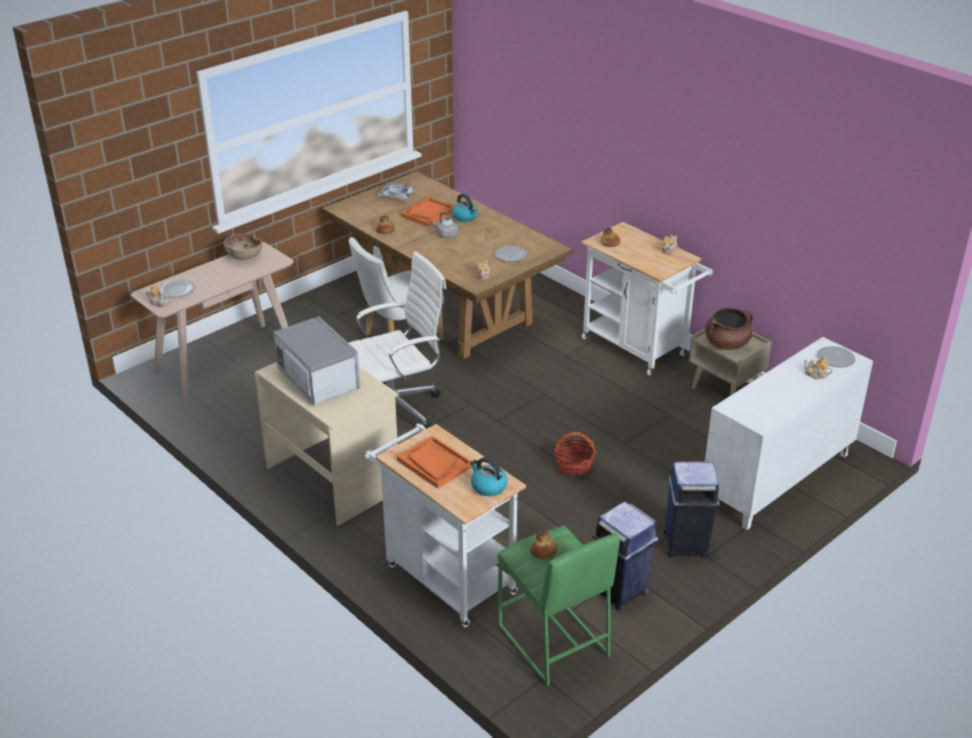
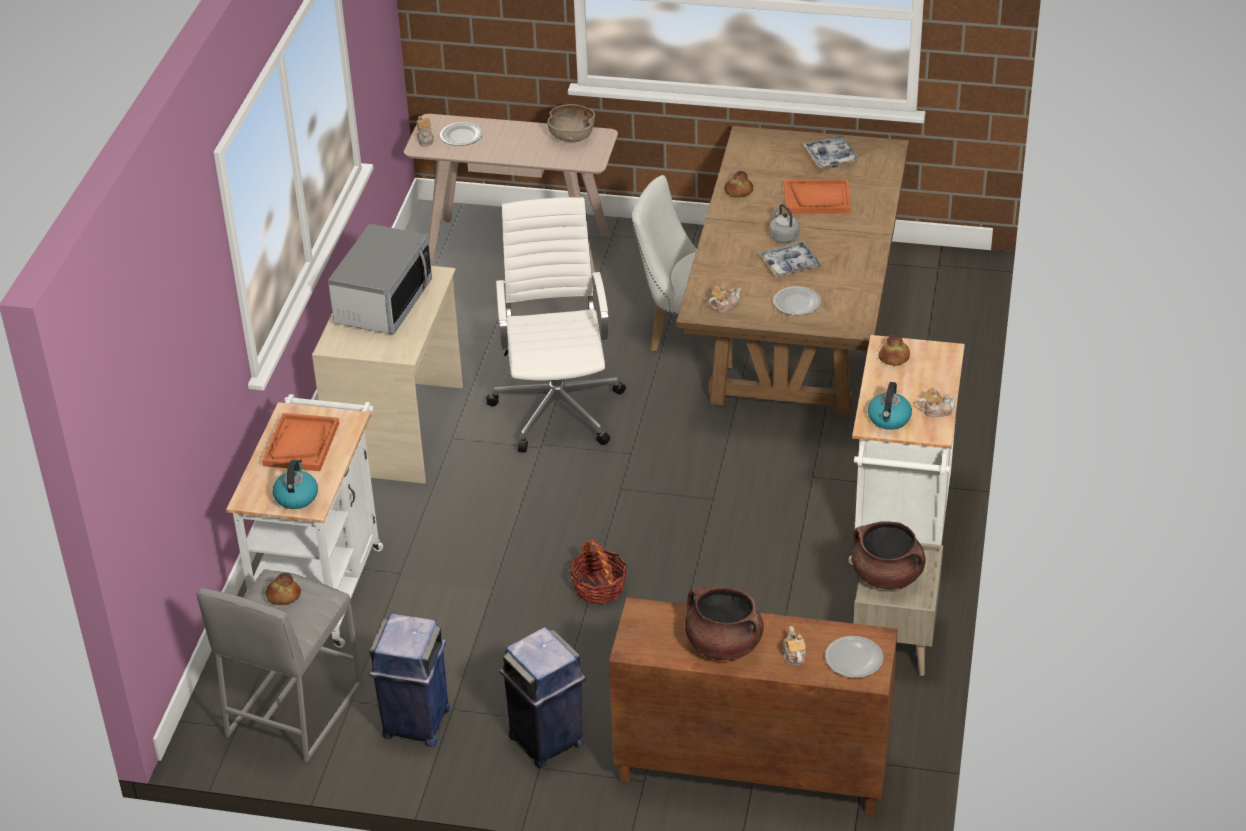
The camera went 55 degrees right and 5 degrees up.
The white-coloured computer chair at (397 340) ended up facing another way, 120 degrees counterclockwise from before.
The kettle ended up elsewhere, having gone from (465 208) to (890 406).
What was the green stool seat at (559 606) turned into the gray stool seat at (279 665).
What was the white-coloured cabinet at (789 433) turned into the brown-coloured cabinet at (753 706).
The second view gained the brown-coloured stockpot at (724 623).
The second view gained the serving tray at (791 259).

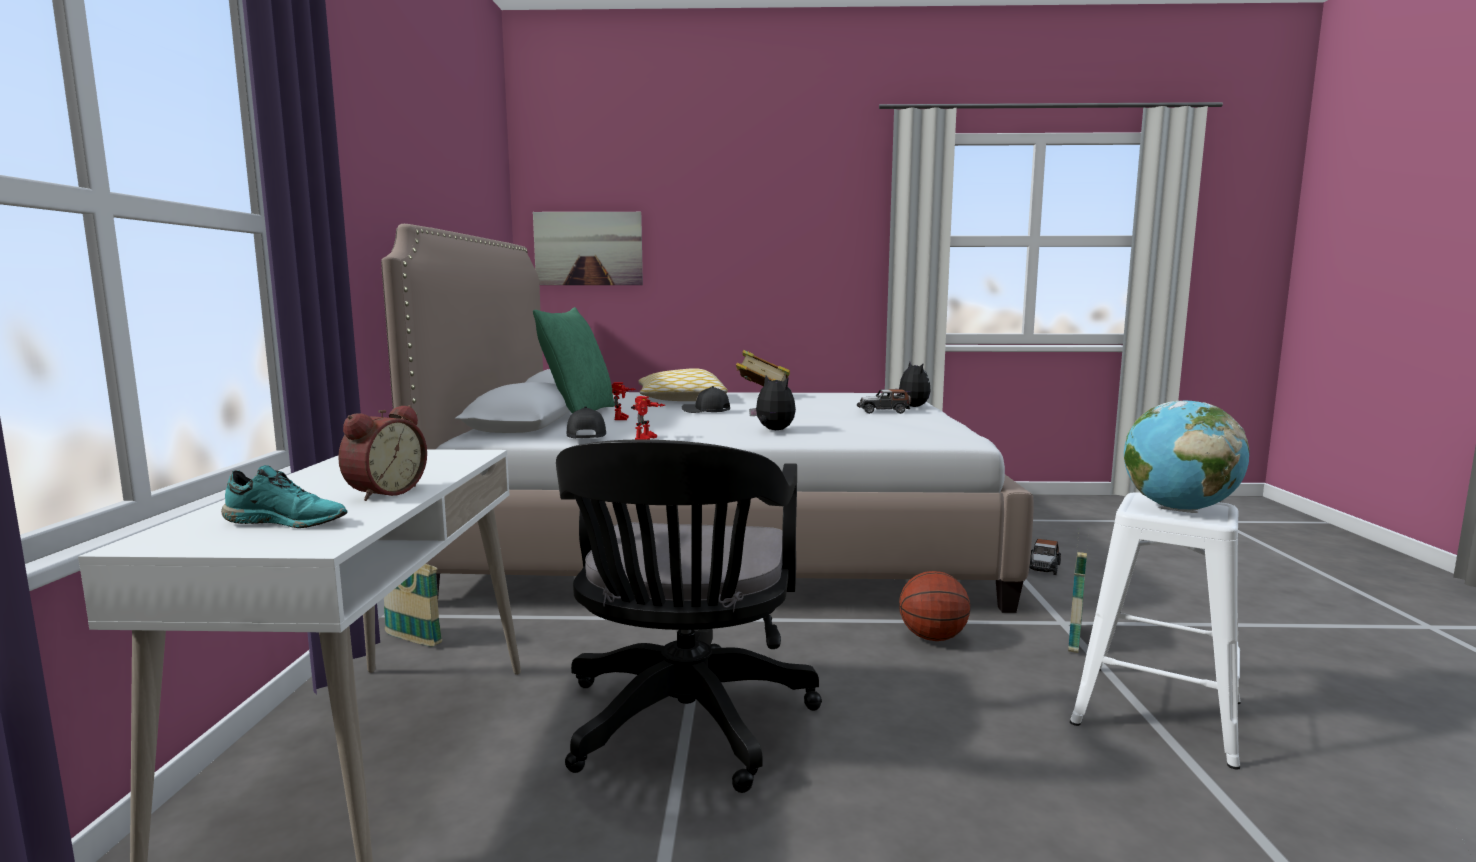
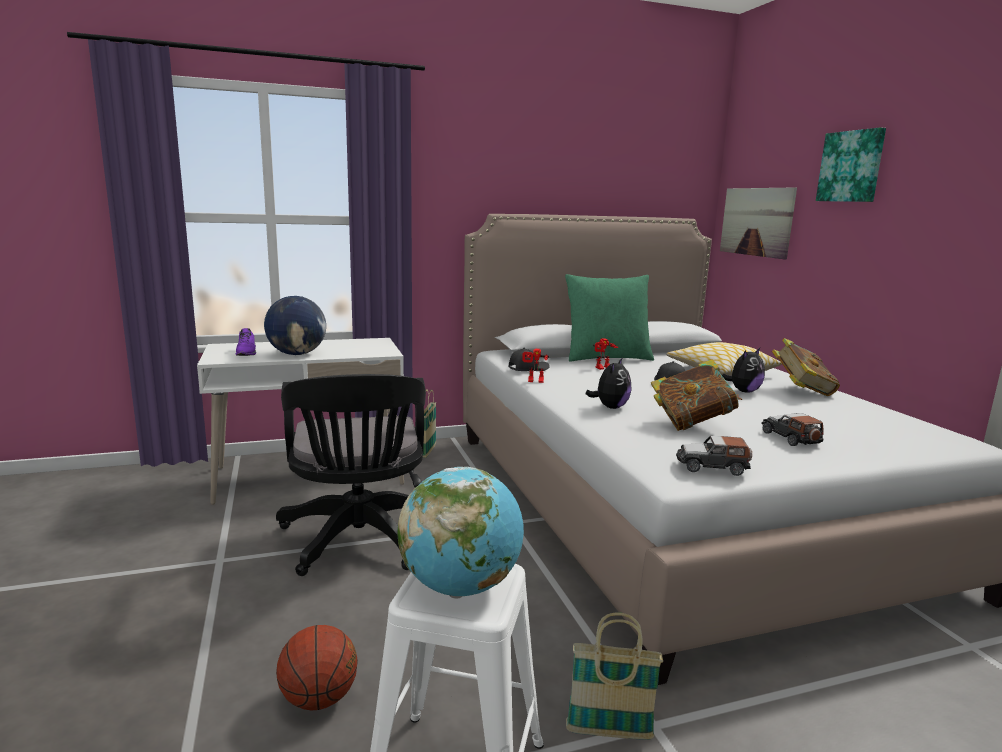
The camera went 70 degrees right and 5 degrees up.
What was the blue-green item of footwear at (284 496) turned into the purple-coloured item of footwear at (246 342).
Where the alarm clock stood at (382 453), the world globe came to stand at (295 325).
The black-coloured computer chair at (689 616) ended up facing another way, 90 degrees counterclockwise from before.
The soft toy ended up elsewhere, having gone from (913 384) to (743 370).
The basketball ended up elsewhere, having gone from (934 606) to (317 667).
The miniature car ended up elsewhere, having gone from (1045 557) to (714 456).
The second view gained the book at (696 395).
The second view gained the picture at (851 164).

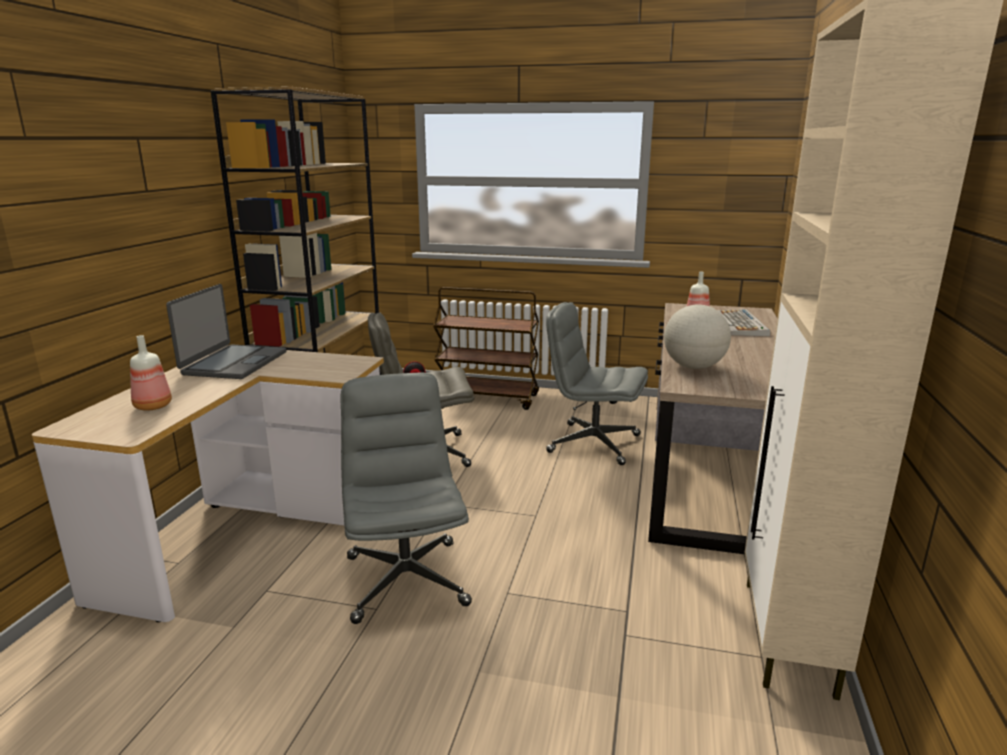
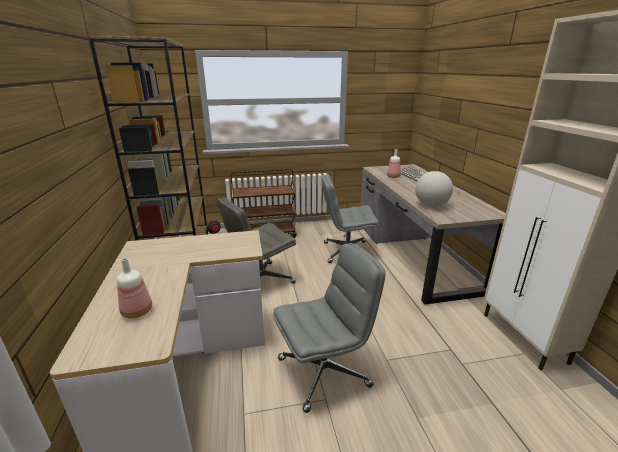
The camera went 25 degrees left and 5 degrees up.
The second view lost the portable computer at (226 331).
The gray computer chair at (406 498) ended up facing another way, 105 degrees clockwise from before.

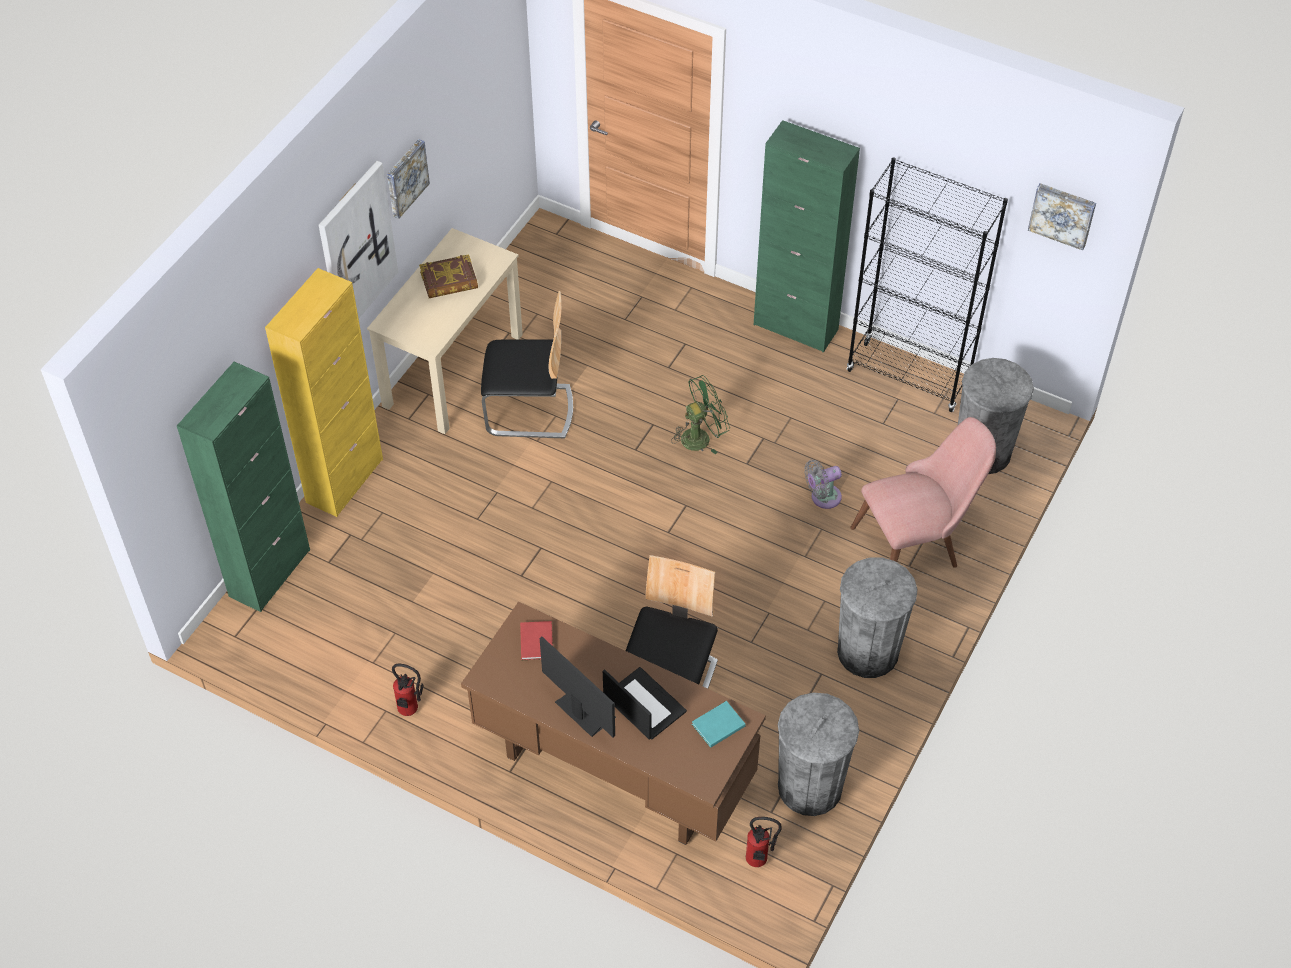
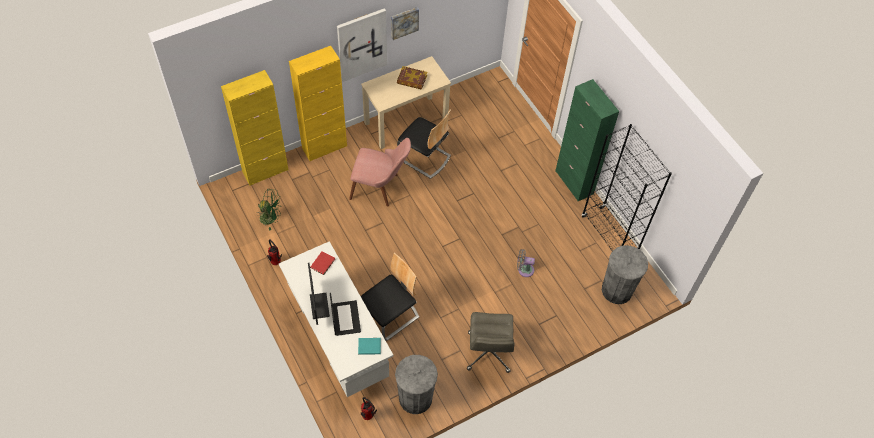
The camera went 30 degrees right and 5 degrees up.
What was the green cabinet at (243 487) turned into the yellowish cabinet at (255 128).
What was the brown-coloured desk table at (613 723) turned into the white-coloured desk table at (336 319).
The green electric fan ended up elsewhere, having gone from (700 414) to (269 209).
Where the gray trash can stood at (877 617), the gray computer chair came to stand at (491 342).
The pink-coloured plain chair ended up elsewhere, having gone from (923 492) to (380 172).
The second view lost the picture at (1062 216).

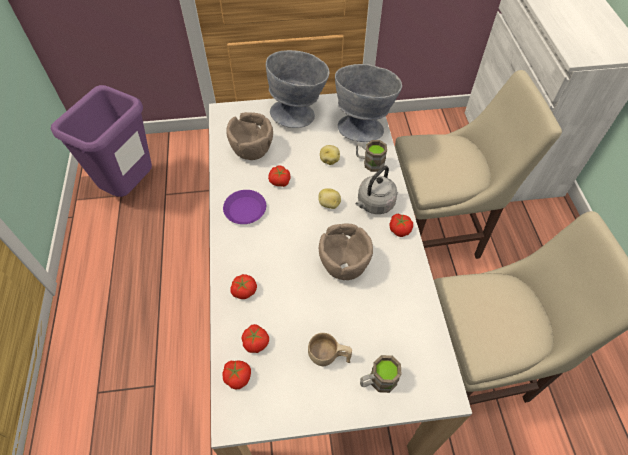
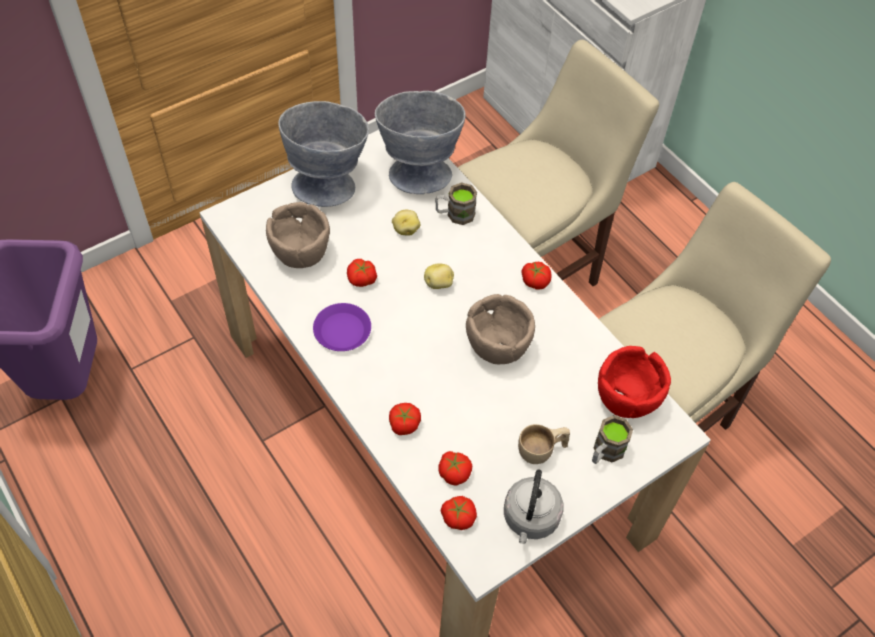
The camera went 30 degrees left and 0 degrees up.
The gray kettle ended up elsewhere, having gone from (377 190) to (533 506).
The second view gained the red serving bowl at (634 382).

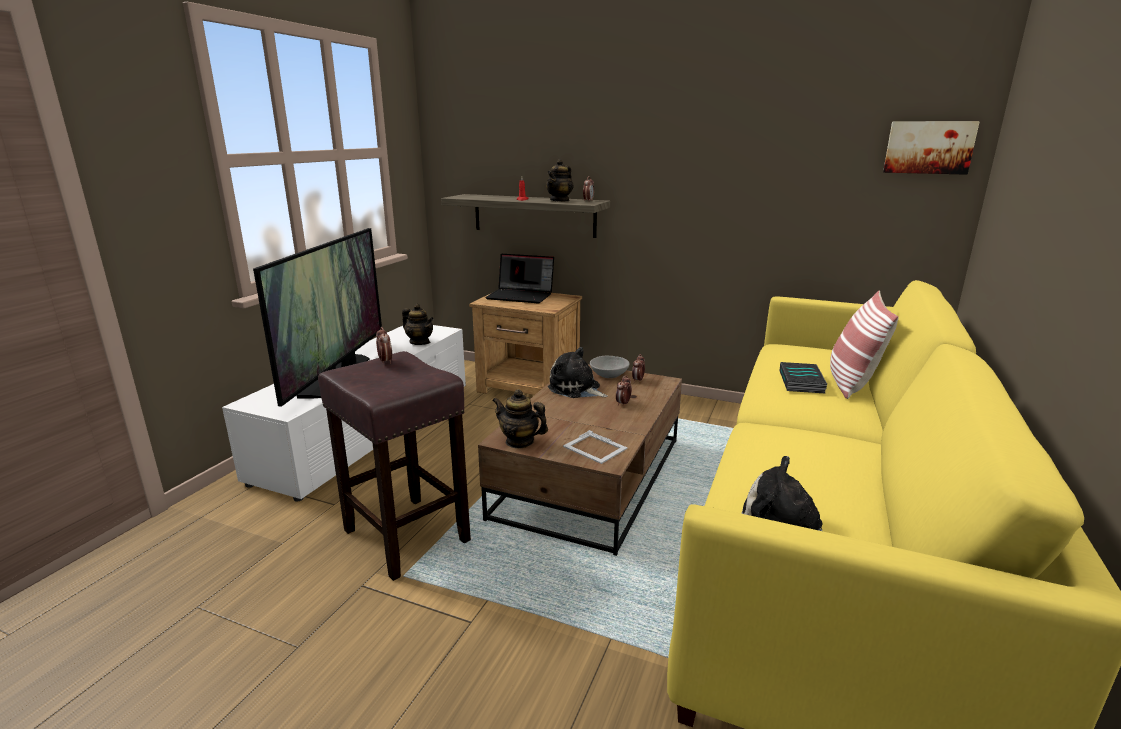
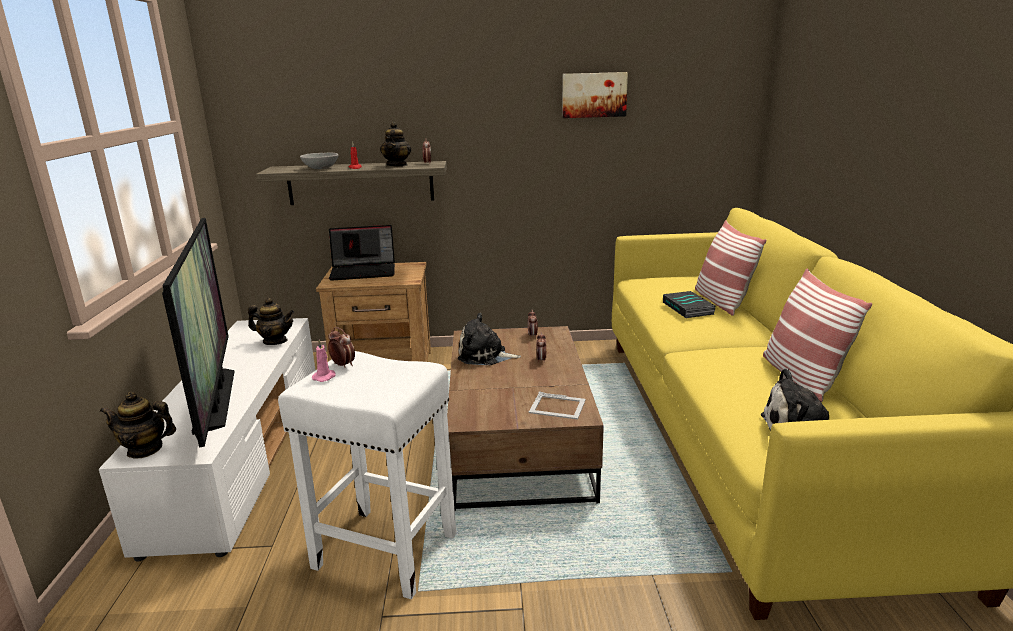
The camera went 25 degrees left and 0 degrees up.
What was the brown-coloured stool seat at (394 466) turned into the white-coloured stool seat at (367 475).
The pot for tea ended up elsewhere, having gone from (520 419) to (138 425).
The gray serving bowl ended up elsewhere, having gone from (609 367) to (319 161).
The picture ended up elsewhere, having gone from (931 148) to (595 95).
The second view gained the pink-coloured wax candle at (324 360).
The second view gained the pillow at (817 335).

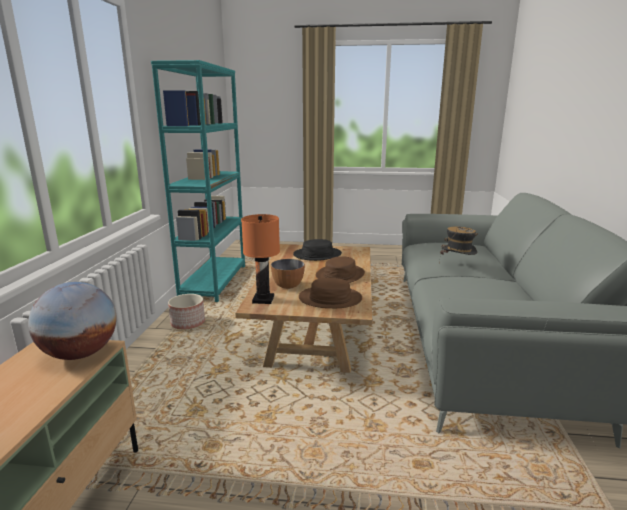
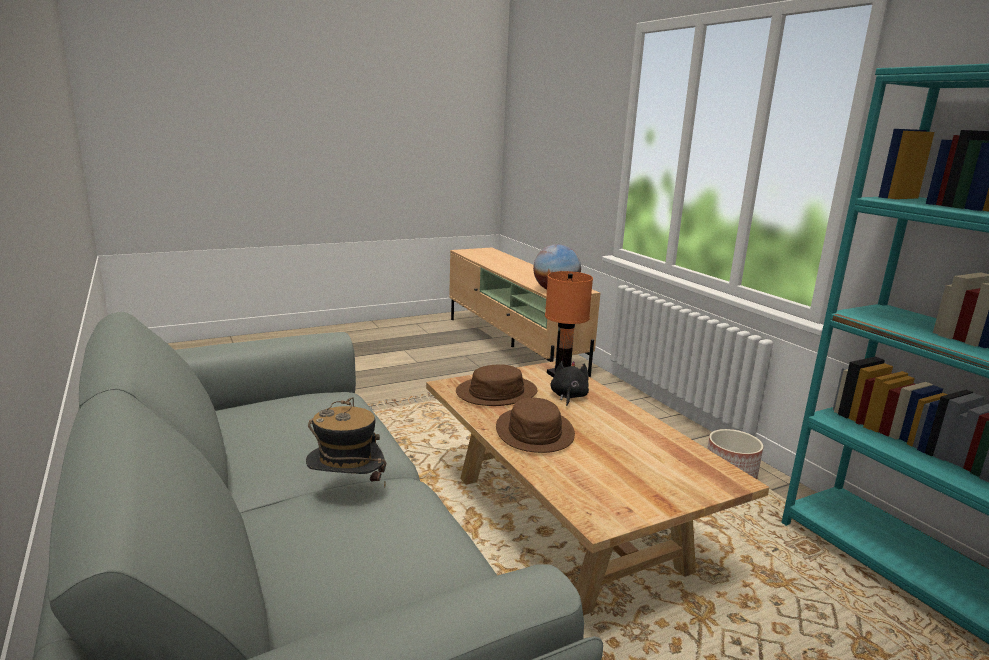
The camera went 145 degrees right and 0 degrees up.
Where the serving bowl stood at (288 274), the black-coloured soft toy came to stand at (570 383).
The second view lost the black-coloured wearable hat at (317 250).

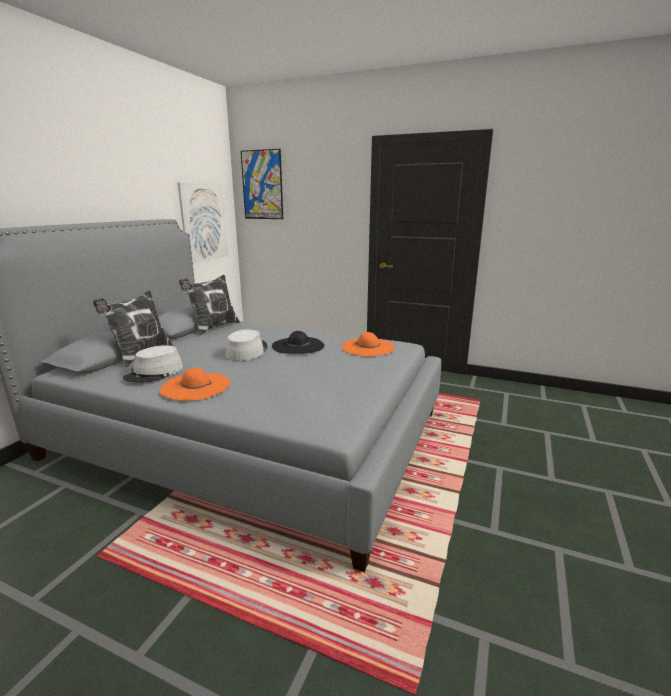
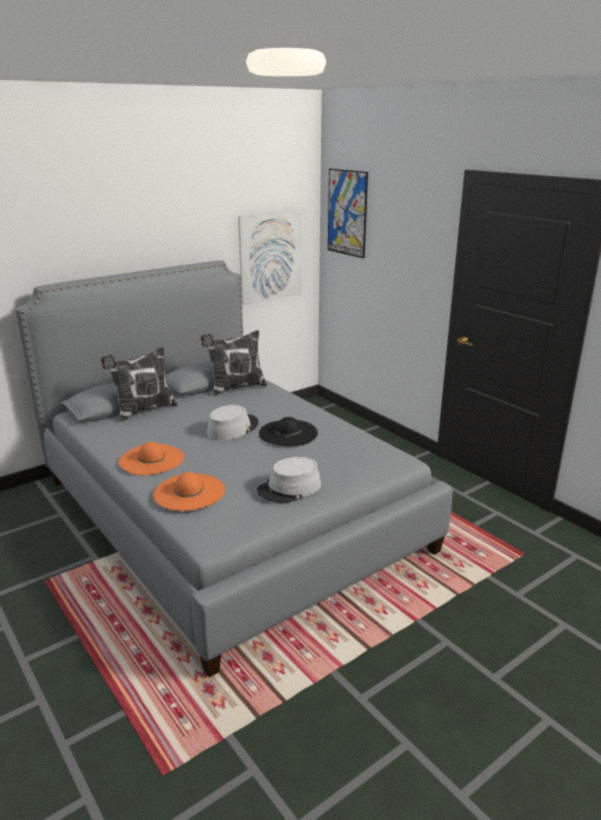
The camera went 30 degrees right and 5 degrees up.
The gray wearable hat ended up elsewhere, having gone from (153 363) to (289 480).
The orange wearable hat ended up elsewhere, having gone from (368 344) to (189 491).

